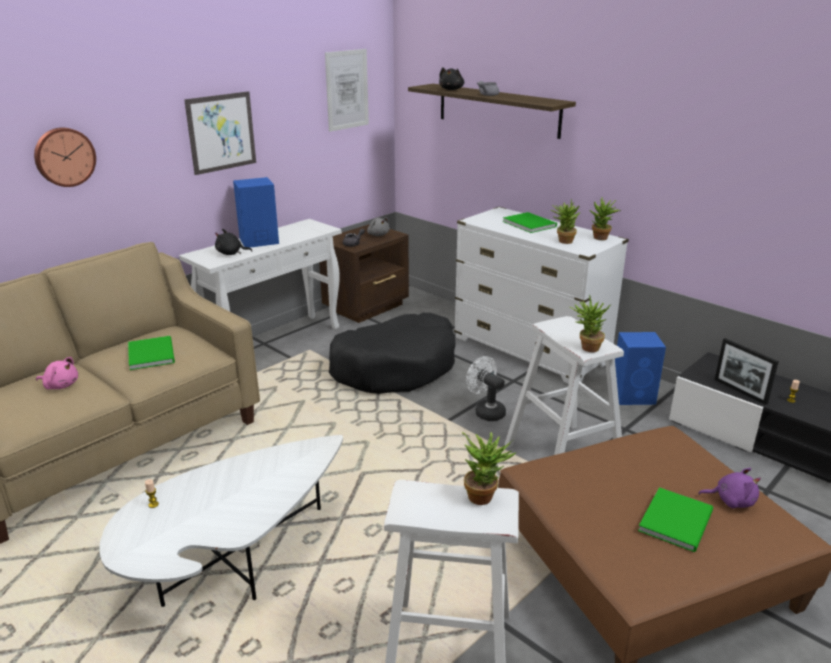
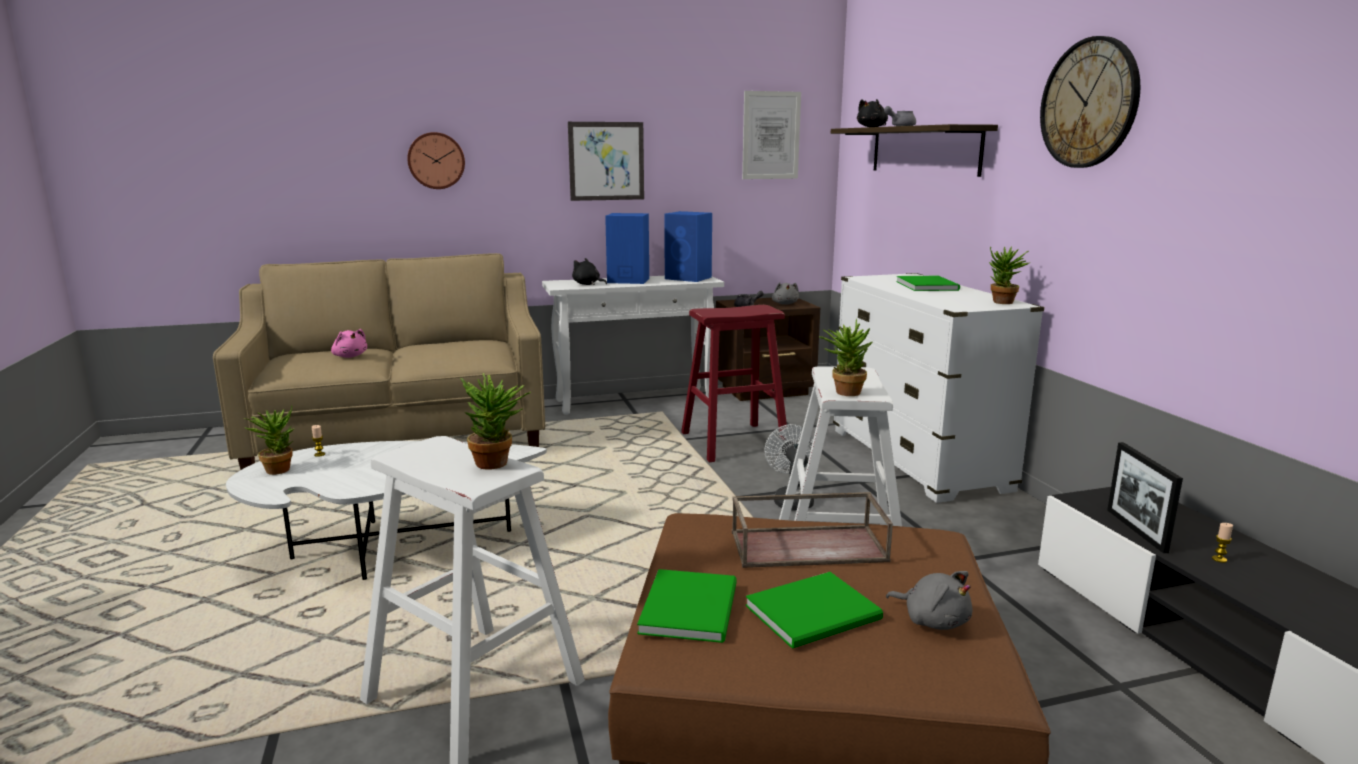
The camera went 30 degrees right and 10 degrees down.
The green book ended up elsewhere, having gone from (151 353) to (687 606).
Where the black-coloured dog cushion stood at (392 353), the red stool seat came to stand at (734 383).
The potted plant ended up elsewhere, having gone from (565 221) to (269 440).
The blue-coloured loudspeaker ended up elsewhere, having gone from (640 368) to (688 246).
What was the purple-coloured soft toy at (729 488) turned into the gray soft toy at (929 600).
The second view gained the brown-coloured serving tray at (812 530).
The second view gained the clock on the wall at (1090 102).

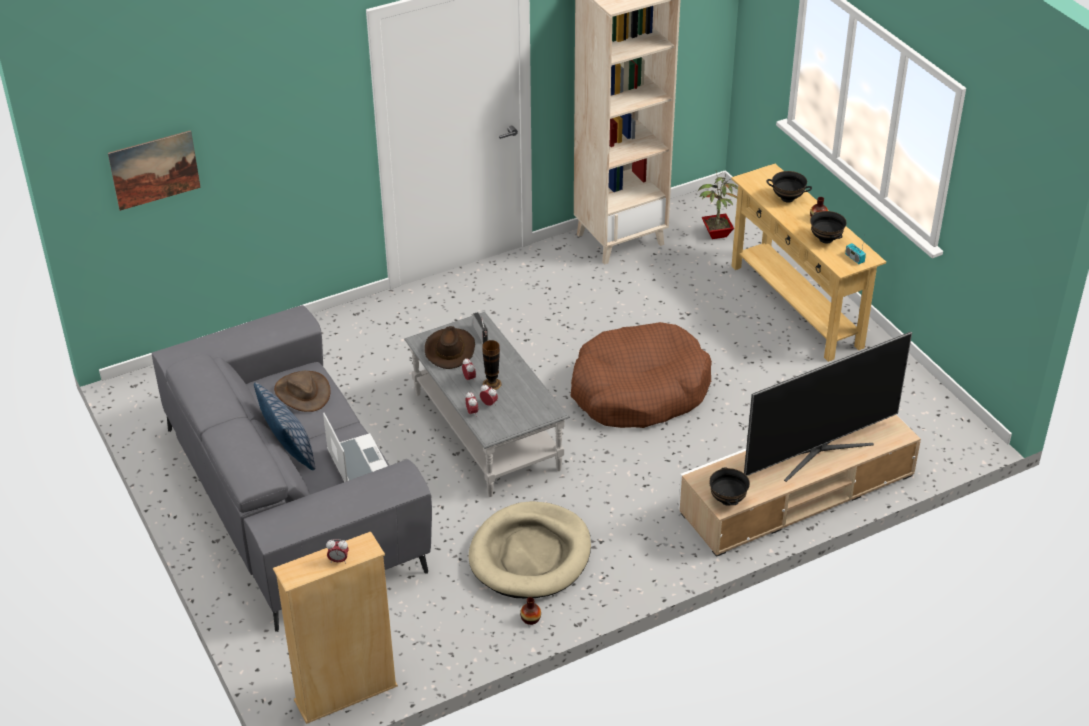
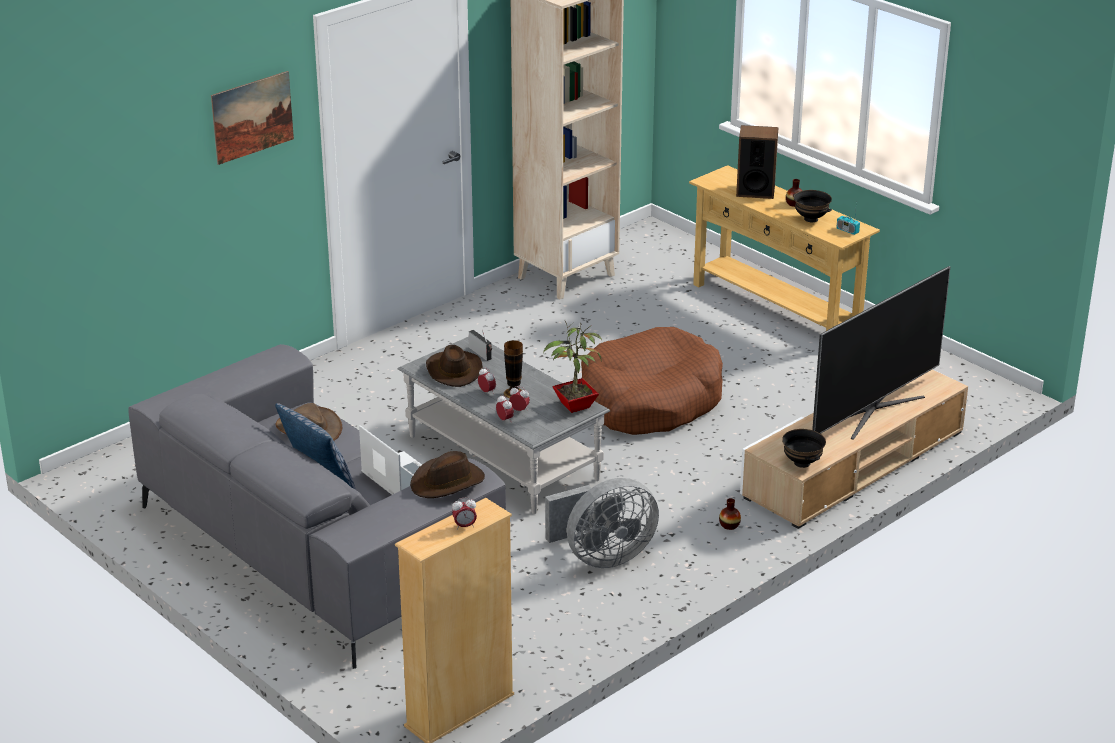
The camera went 15 degrees left and 10 degrees down.
The picture ended up elsewhere, having gone from (154 170) to (252 118).
Where the beige dog cushion stood at (530 549), the gray electric fan came to stand at (602 523).
The vase ended up elsewhere, having gone from (530 611) to (730 514).
The potted plant ended up elsewhere, having gone from (718 205) to (572 367).
Where the black-coloured serving bowl stood at (789 186), the loudspeaker came to stand at (757 162).
The second view gained the brown-coloured wearable hat at (447 474).

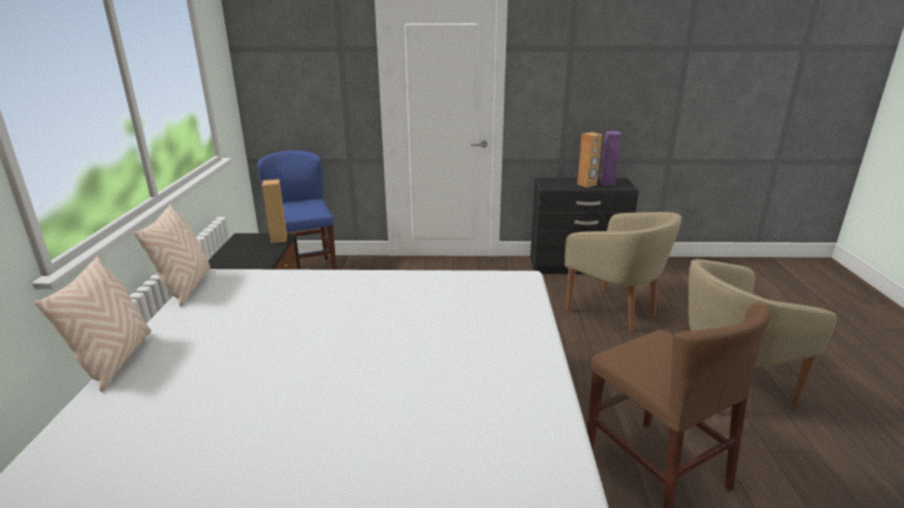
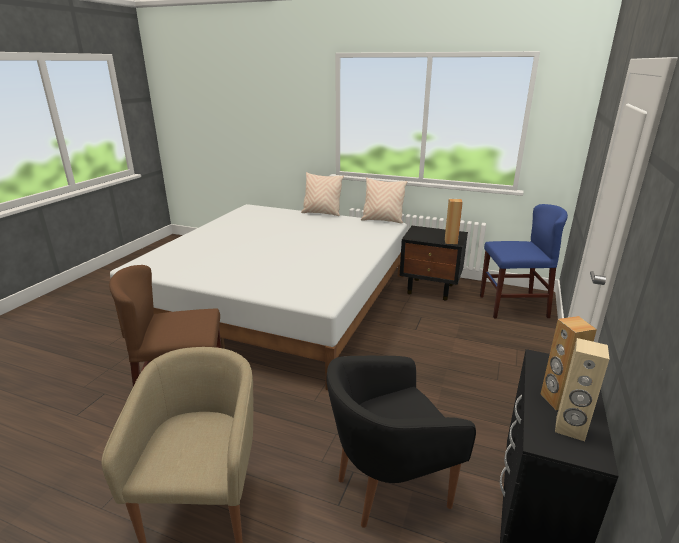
The camera went 110 degrees right and 0 degrees up.
What was the beige armchair at (623 272) turned into the black-coloured armchair at (401 442).
What was the purple-coloured loudspeaker at (610 158) turned into the beige loudspeaker at (582 389).

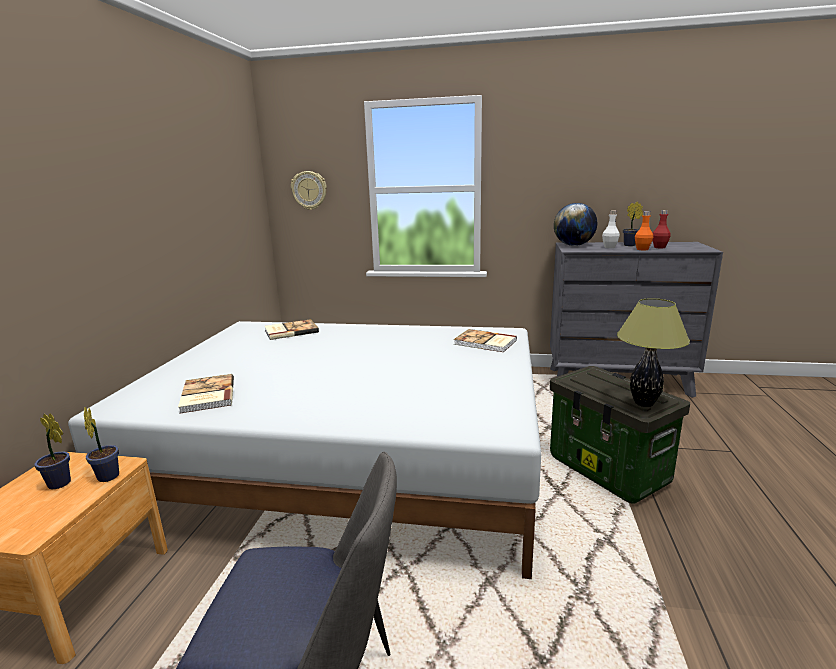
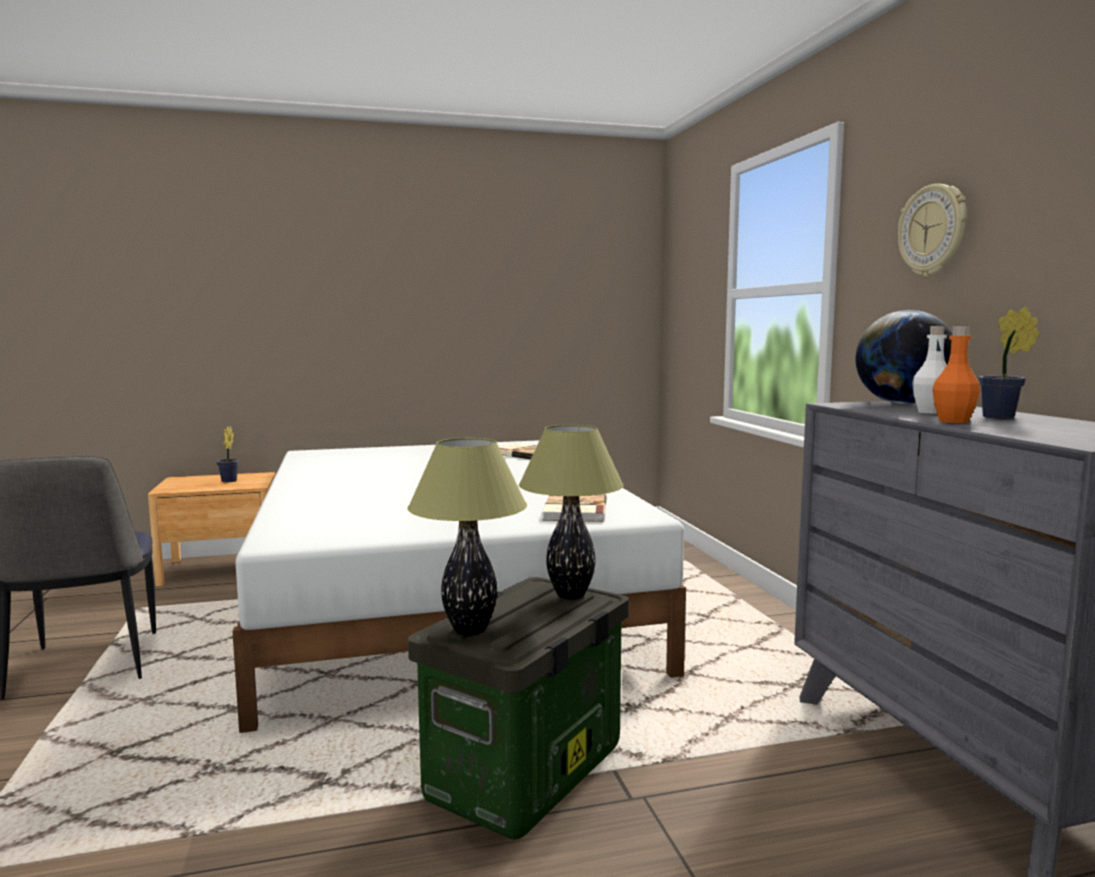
The camera went 65 degrees right and 10 degrees down.
The second view lost the potted plant at (101 444).
The second view lost the book at (206 394).
The clock on the wall ended up elsewhere, having gone from (309 190) to (932 230).
The second view lost the red beverage bottle at (661 229).
The second view gained the table lamp at (571 512).

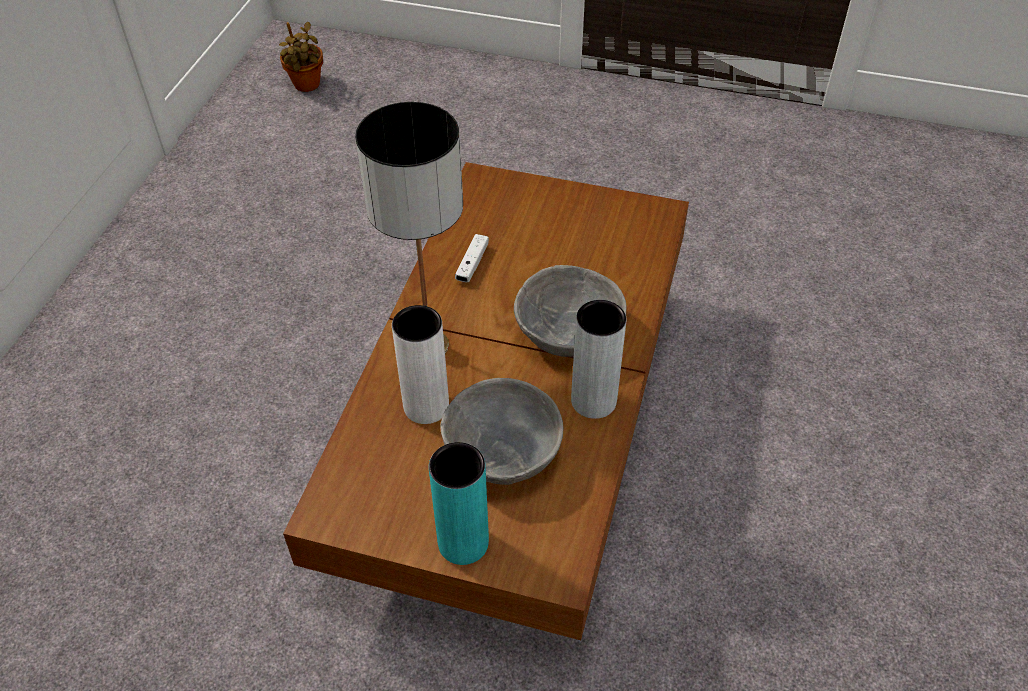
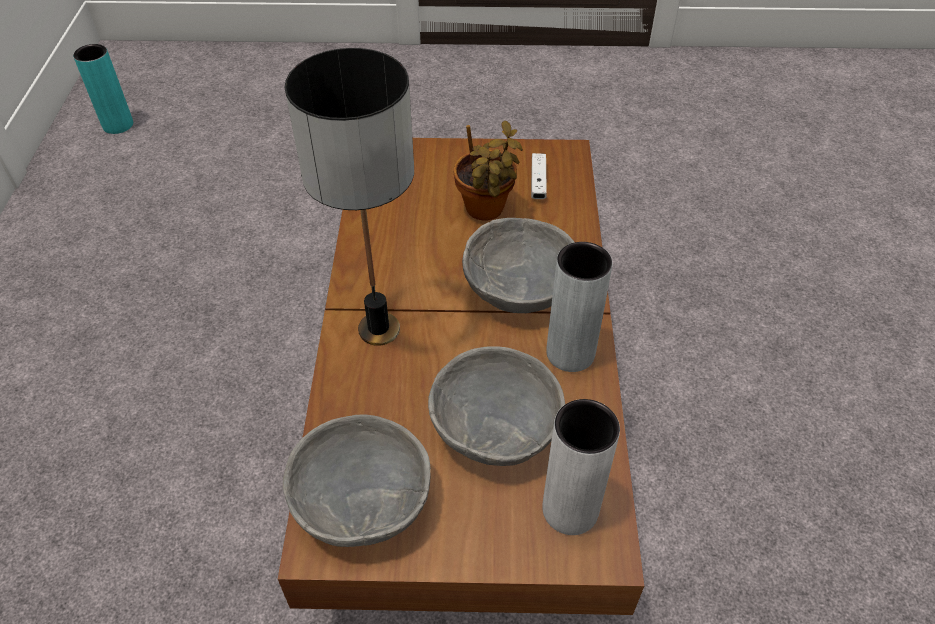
The camera went 15 degrees left and 0 degrees up.
The potted plant ended up elsewhere, having gone from (301 57) to (488 171).
The white-coloured vase ended up elsewhere, having gone from (420 364) to (581 467).
The blue-green vase ended up elsewhere, having gone from (459 503) to (103 89).
The white-coloured gamepad ended up elsewhere, having gone from (472 258) to (539 176).
The second view gained the gray serving bowl at (357 480).

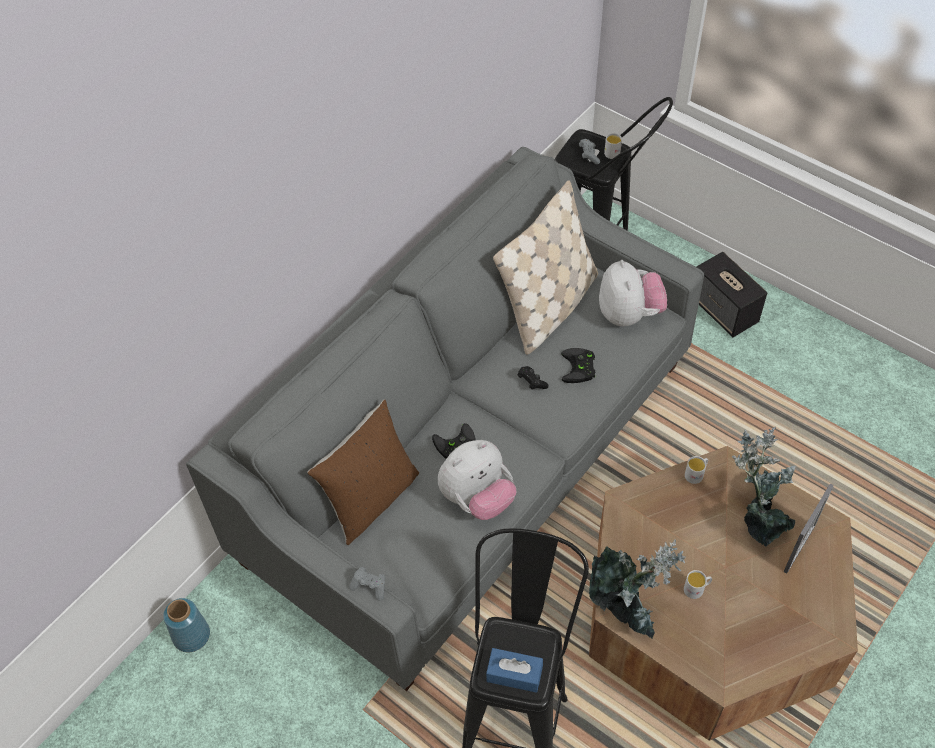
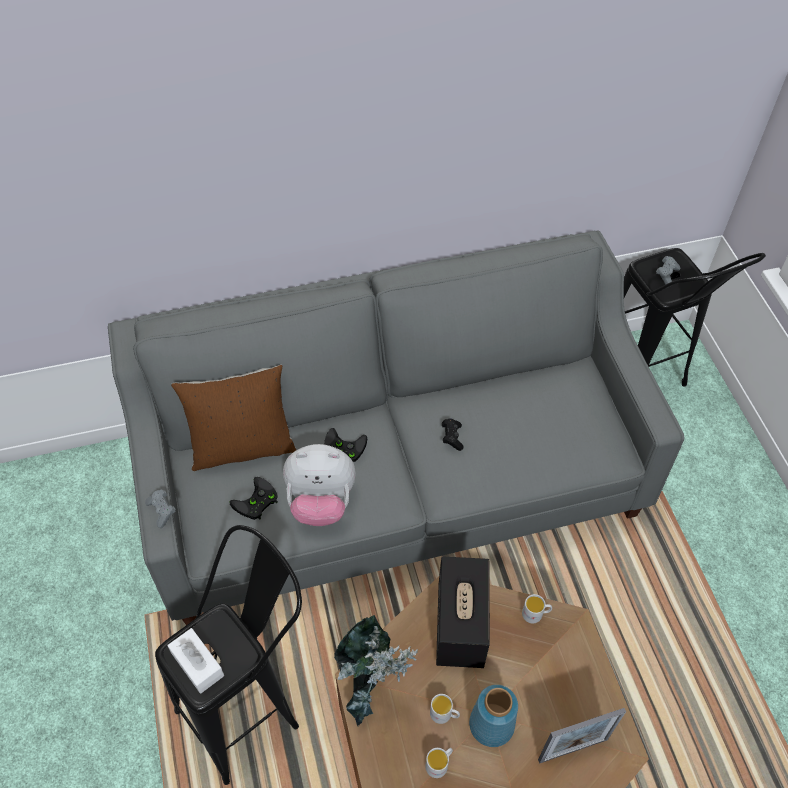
The camera went 35 degrees right and 0 degrees up.
The blue-coloured vase ended up elsewhere, having gone from (186 625) to (493 716).
What was the blue-coloured box of tissues at (514 670) turned into the white-coloured box of tissues at (195 661).
The second view lost the beige pillow at (545 267).
The black-coloured gamepad ended up elsewhere, having gone from (578 365) to (253 498).
The second view lost the soft toy at (633 293).
The white-coloured tea mug ended up elsewhere, having gone from (613 146) to (439 763).
The loudspeaker ended up elsewhere, having gone from (732 294) to (463 612).
The second view lost the potted plant at (764 487).

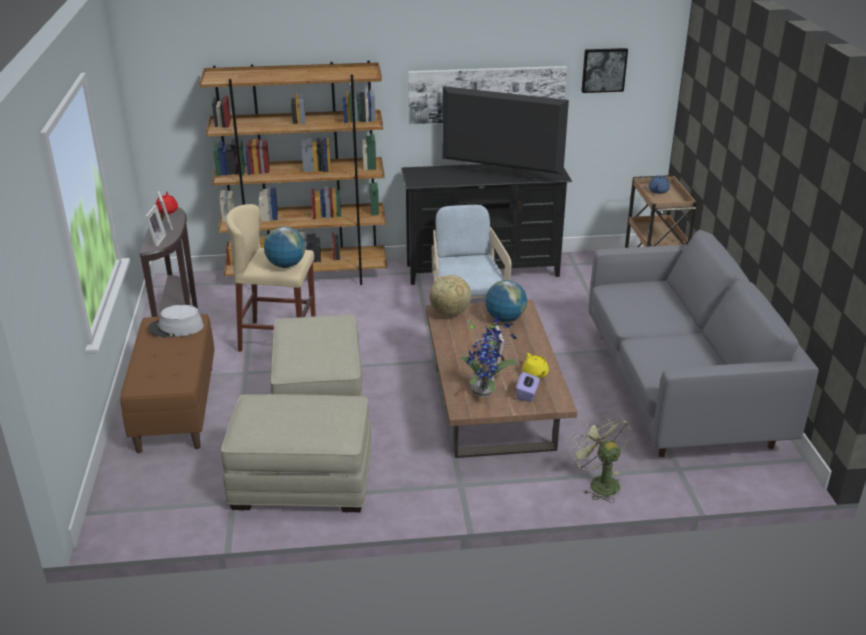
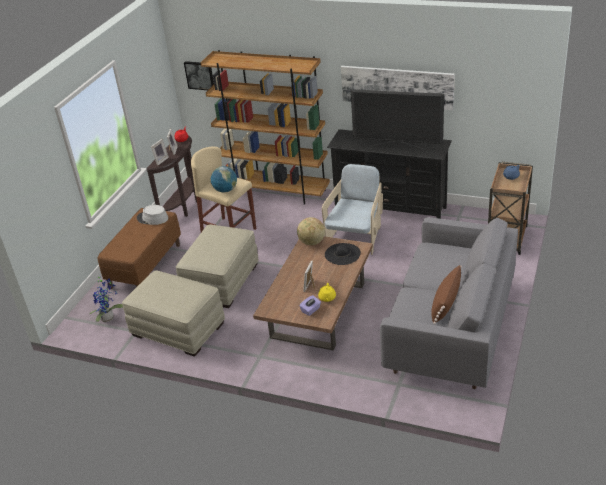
The camera went 30 degrees right and 5 degrees up.
The TV set at (505 133) ended up facing another way, 150 degrees clockwise from before.
The potted plant ended up elsewhere, having gone from (488 356) to (106 299).
Where the world globe stood at (506 301), the black-coloured wearable hat came to stand at (343 254).
The second view lost the green electric fan at (601 458).
The picture ended up elsewhere, having gone from (604 70) to (199 75).
The second view gained the brown-coloured pillow at (446 294).

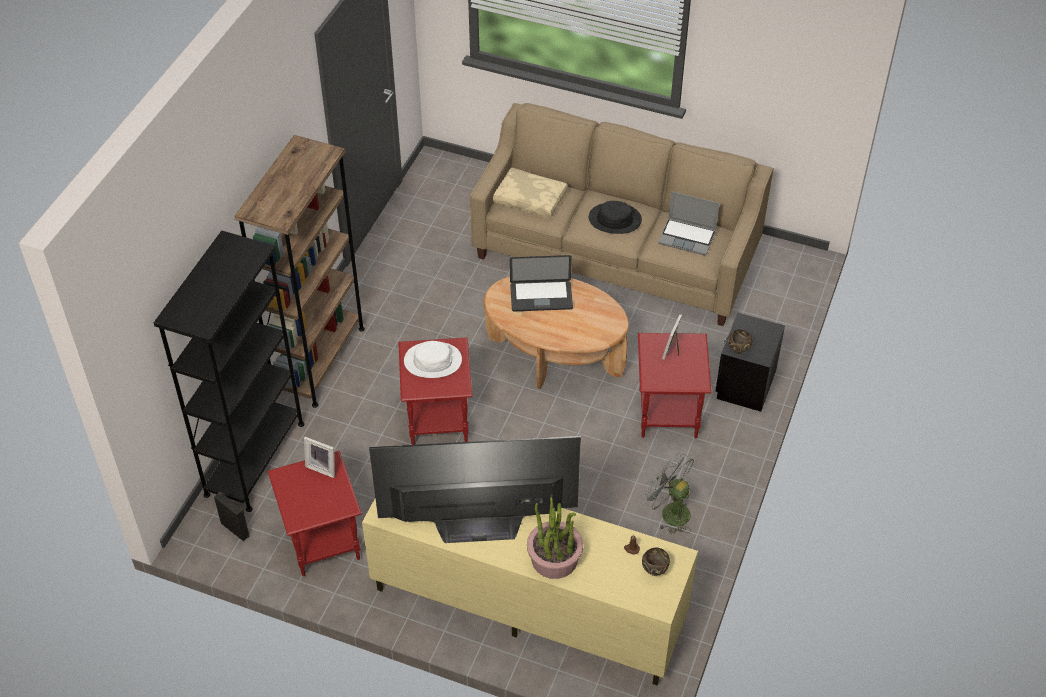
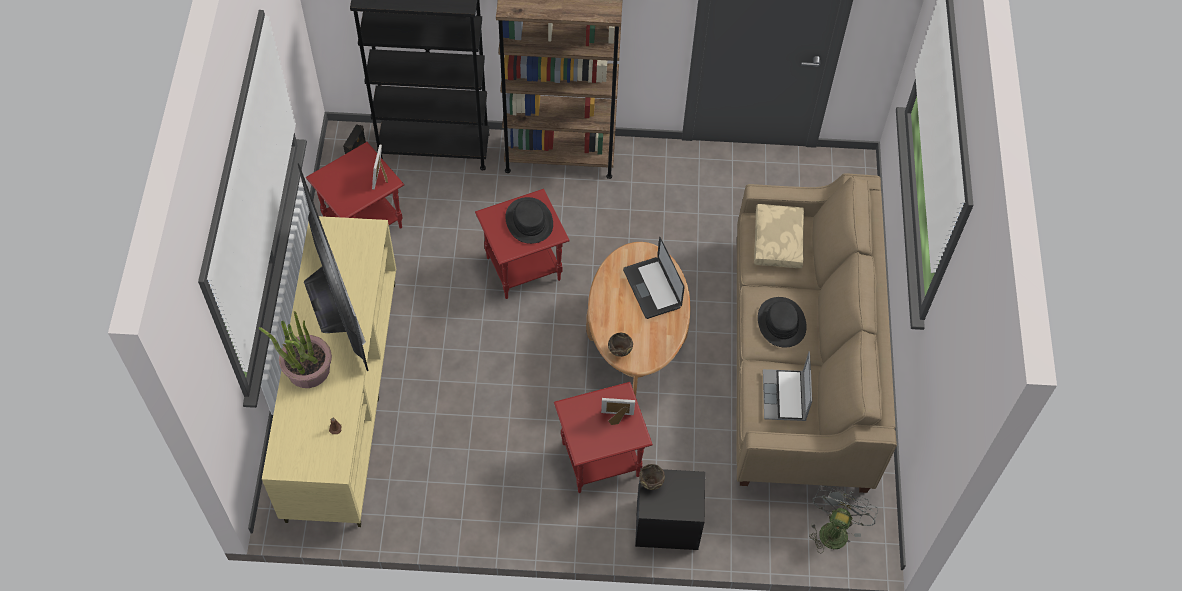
The camera went 70 degrees right and 10 degrees up.
What was the white-coloured wearable hat at (433 359) turned into the black-coloured wearable hat at (529 220).
The brown-coloured serving bowl ended up elsewhere, having gone from (656 562) to (620 345).
The gray electric fan ended up elsewhere, having gone from (668 493) to (843 519).

